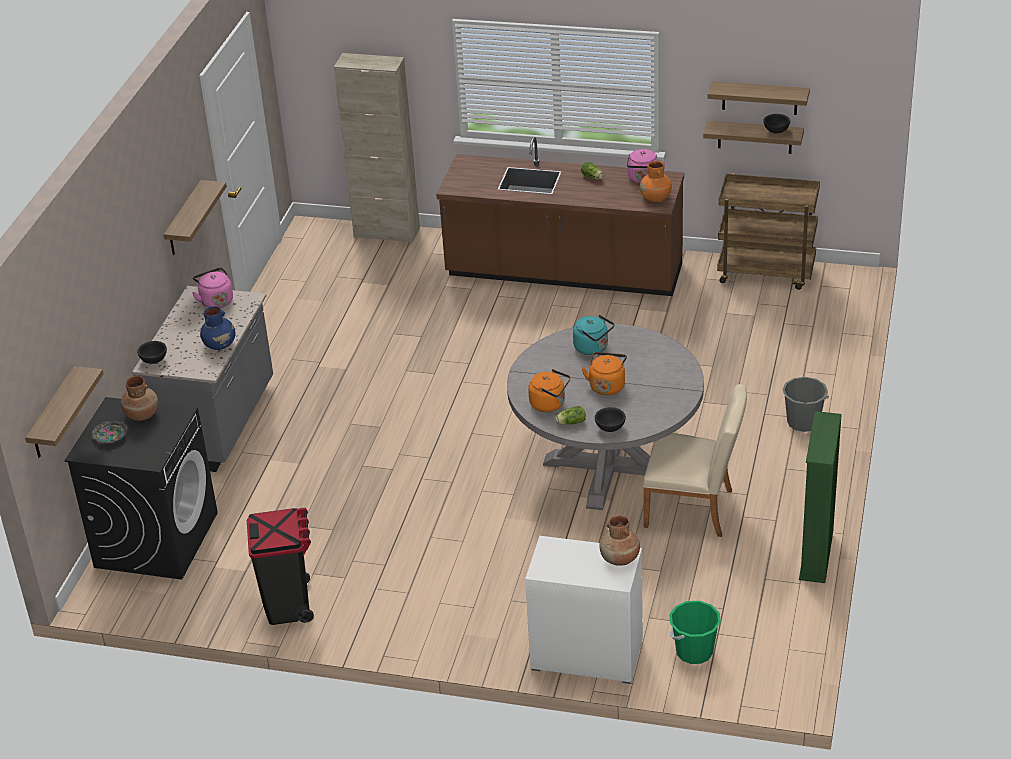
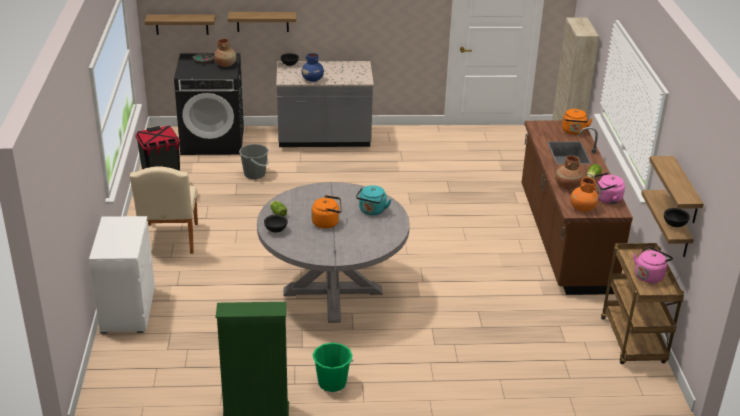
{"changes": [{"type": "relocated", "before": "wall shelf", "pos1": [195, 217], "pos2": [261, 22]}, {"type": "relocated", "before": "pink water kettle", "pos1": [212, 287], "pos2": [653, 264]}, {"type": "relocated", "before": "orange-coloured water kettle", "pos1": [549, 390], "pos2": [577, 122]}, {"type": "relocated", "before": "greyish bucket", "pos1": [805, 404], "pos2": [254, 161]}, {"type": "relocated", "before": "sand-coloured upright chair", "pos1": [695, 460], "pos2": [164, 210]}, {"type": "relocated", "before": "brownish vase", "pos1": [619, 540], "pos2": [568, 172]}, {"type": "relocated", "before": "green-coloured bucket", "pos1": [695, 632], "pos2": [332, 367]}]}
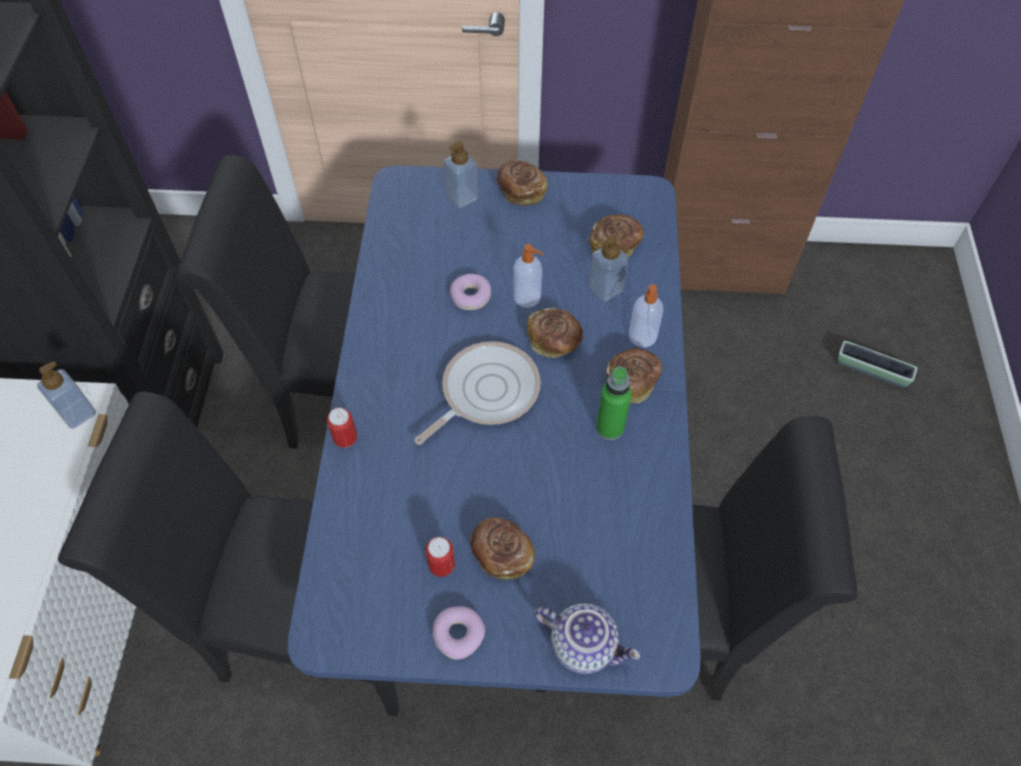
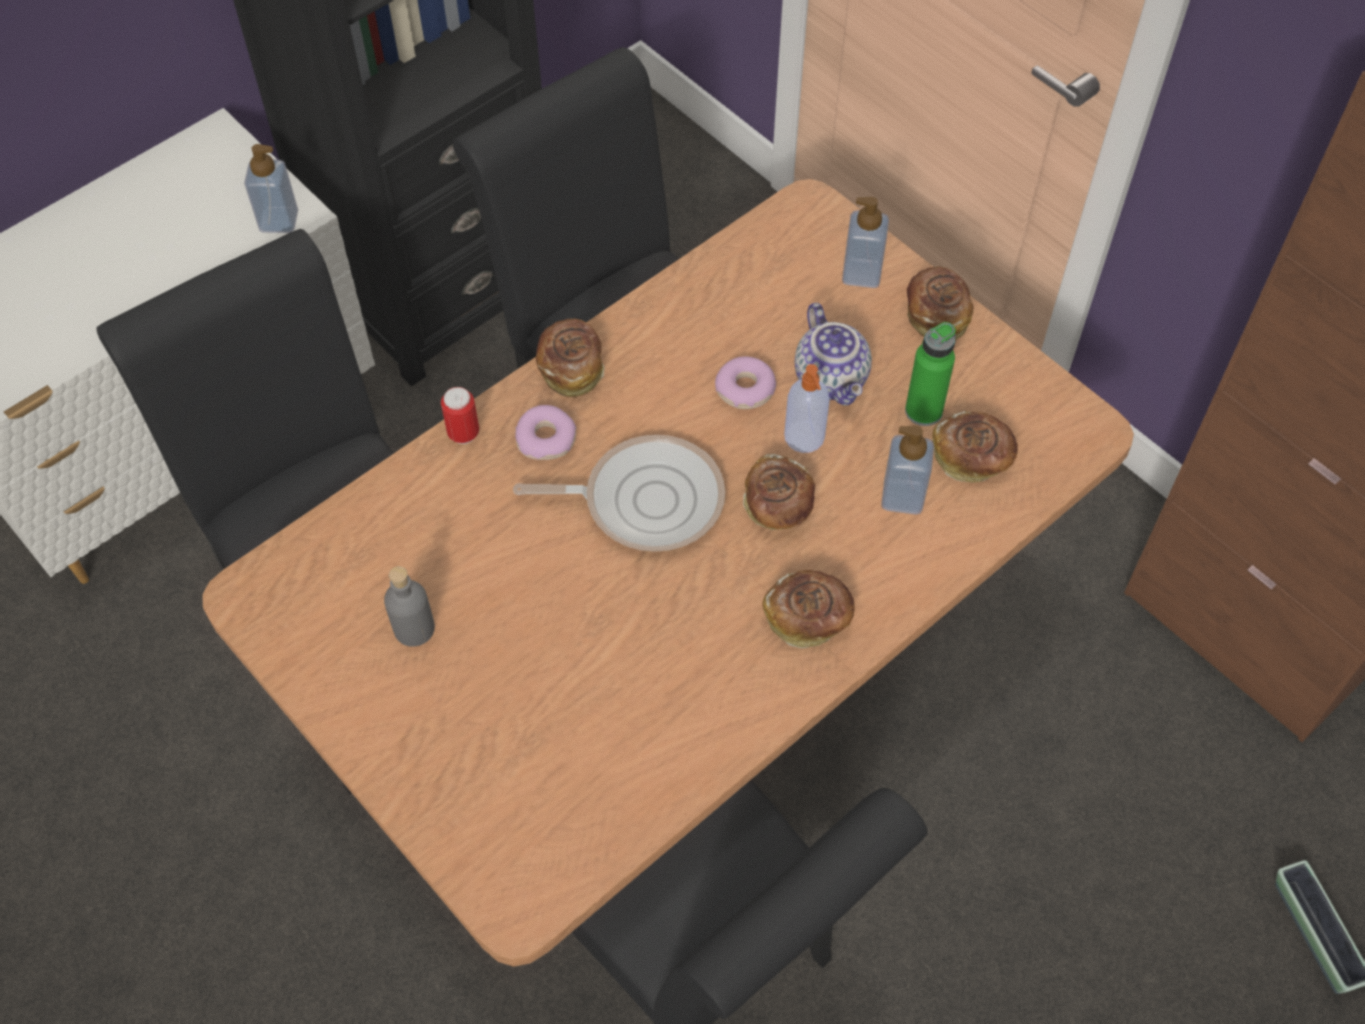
{"changes": [{"type": "colour", "before": "blue dinner table", "after": "brownish dinner table", "pos1": [494, 431], "pos2": [668, 573]}, {"type": "missing", "before": "soap bottle", "pos1": [646, 315]}, {"type": "relocated", "before": "green-coloured drink bottle", "pos1": [614, 403], "pos2": [930, 374]}, {"type": "relocated", "before": "baked bread", "pos1": [502, 548], "pos2": [570, 357]}, {"type": "exchanged", "before": "metal can", "after": "greyish drink bottle", "pos1": [440, 557], "pos2": [409, 606]}, {"type": "relocated", "before": "pot for tea", "pos1": [587, 638], "pos2": [833, 354]}, {"type": "relocated", "before": "doughnut", "pos1": [459, 633], "pos2": [546, 432]}]}
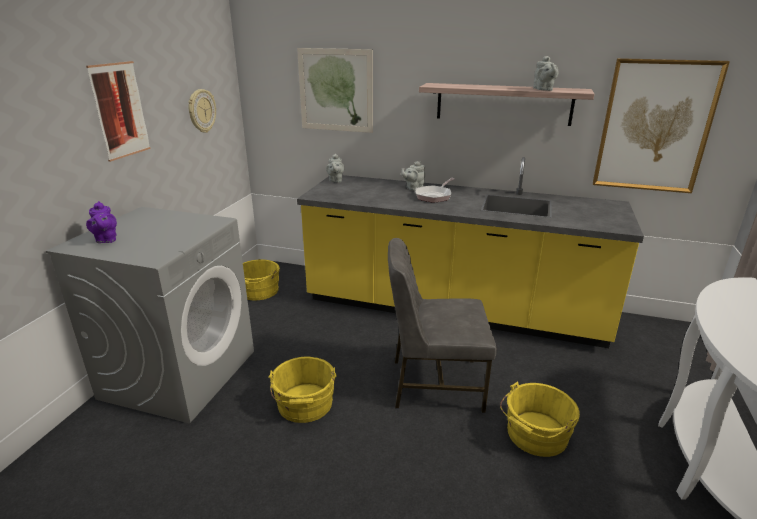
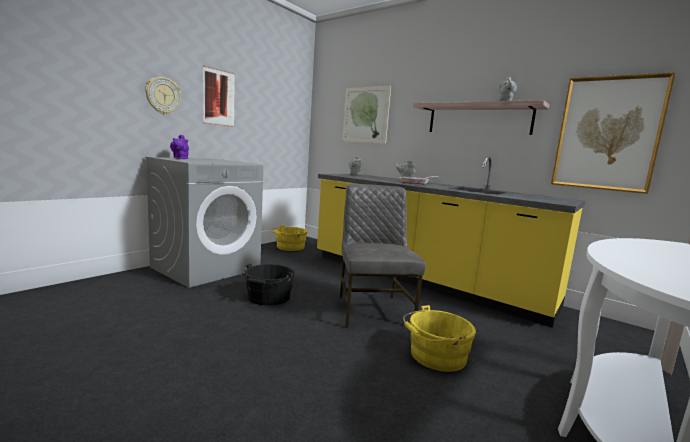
{"changes": [{"type": "relocated", "before": "wall clock", "pos1": [202, 111], "pos2": [163, 95]}, {"type": "spun", "before": "greyish upright chair", "pos1": [442, 325], "pos2": [382, 255], "turn": 60}, {"type": "colour", "before": "yellow-coloured bucket", "after": "blackish bucket", "pos1": [302, 390], "pos2": [267, 284]}]}
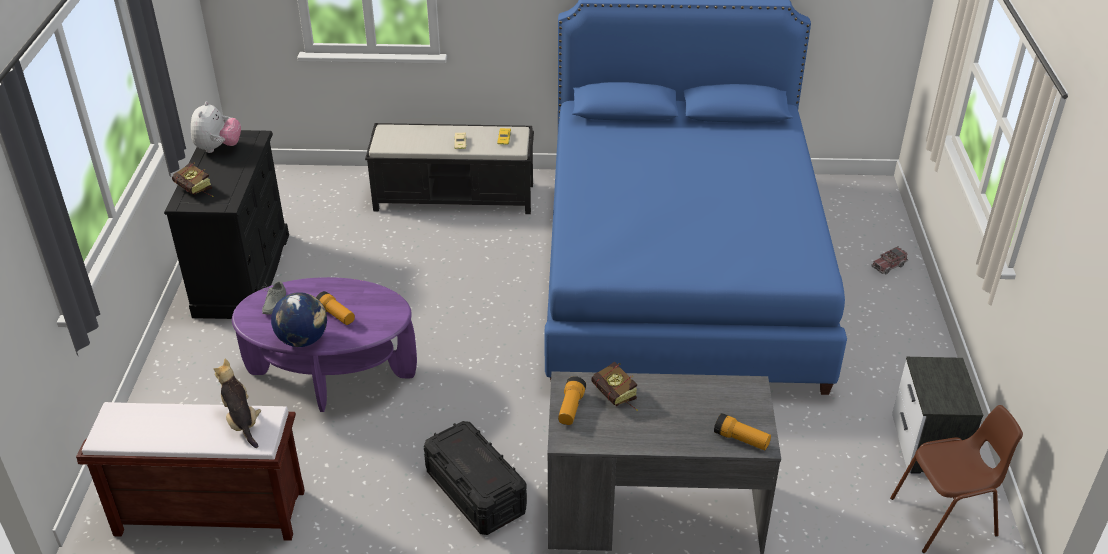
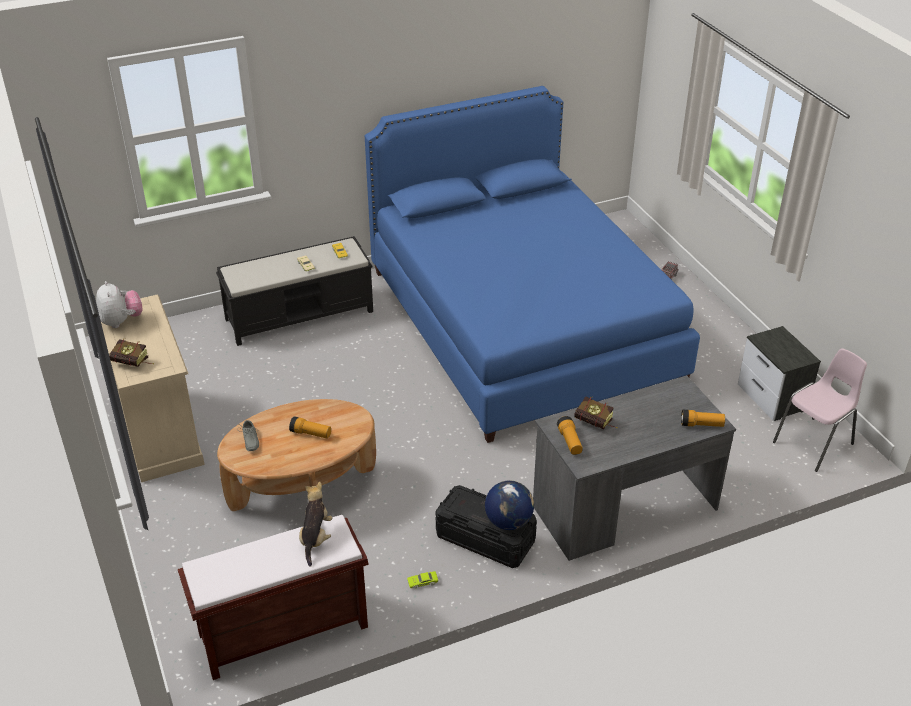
{"changes": [{"type": "colour", "before": "blackish drawer chest", "after": "sand-coloured drawer chest", "pos1": [226, 224], "pos2": [153, 388]}, {"type": "colour", "before": "purplish lounge table", "after": "brownish lounge table", "pos1": [324, 344], "pos2": [296, 455]}, {"type": "relocated", "before": "desk globe", "pos1": [299, 319], "pos2": [509, 505]}, {"type": "spun", "before": "plush toy", "pos1": [237, 403], "pos2": [315, 524], "turn": 60}, {"type": "colour", "before": "brownish upright chair", "after": "pink upright chair", "pos1": [956, 479], "pos2": [820, 410]}, {"type": "appeared", "after": "green-coloured miniature car", "pos2": [423, 580]}]}
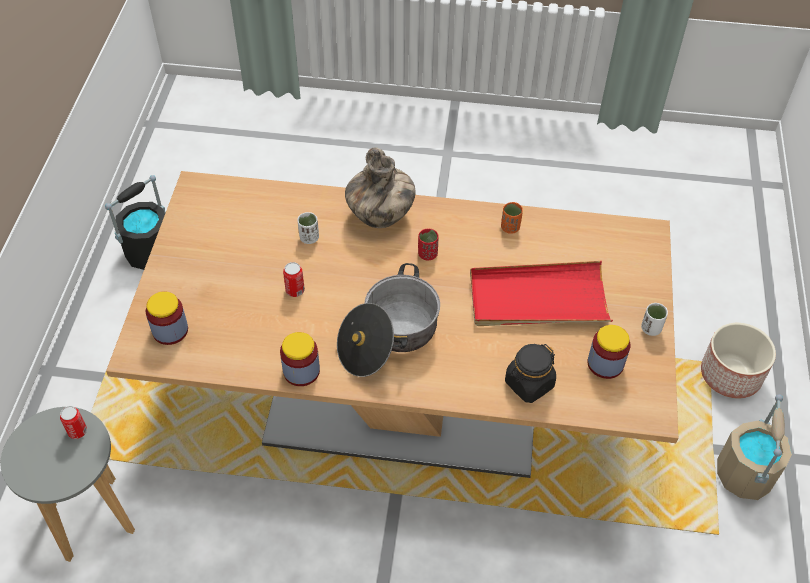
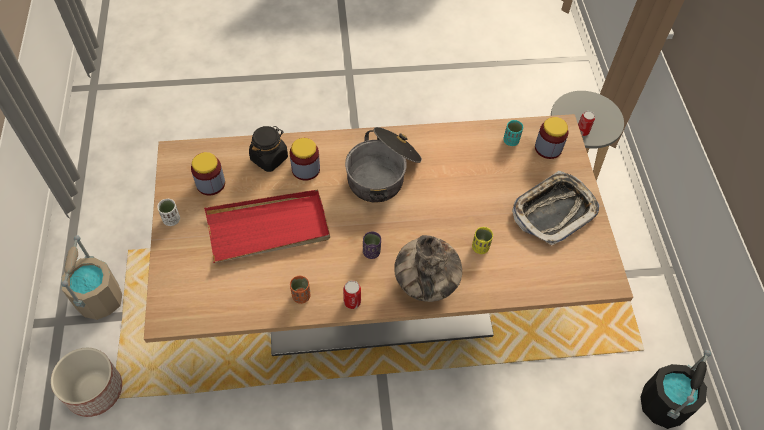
{"changes": [{"type": "colour", "before": "white-coloured drinking cup", "after": "yellow-coloured drinking cup", "pos1": [308, 228], "pos2": [482, 240]}, {"type": "colour", "before": "red-coloured drinking cup", "after": "purplish drinking cup", "pos1": [428, 245], "pos2": [372, 245]}, {"type": "relocated", "before": "metal can", "pos1": [294, 279], "pos2": [352, 294]}, {"type": "relocated", "before": "preserve jar", "pos1": [300, 359], "pos2": [305, 159]}, {"type": "appeared", "after": "turquoise-coloured drinking cup", "pos2": [513, 133]}, {"type": "appeared", "after": "carrying tray", "pos2": [556, 208]}]}
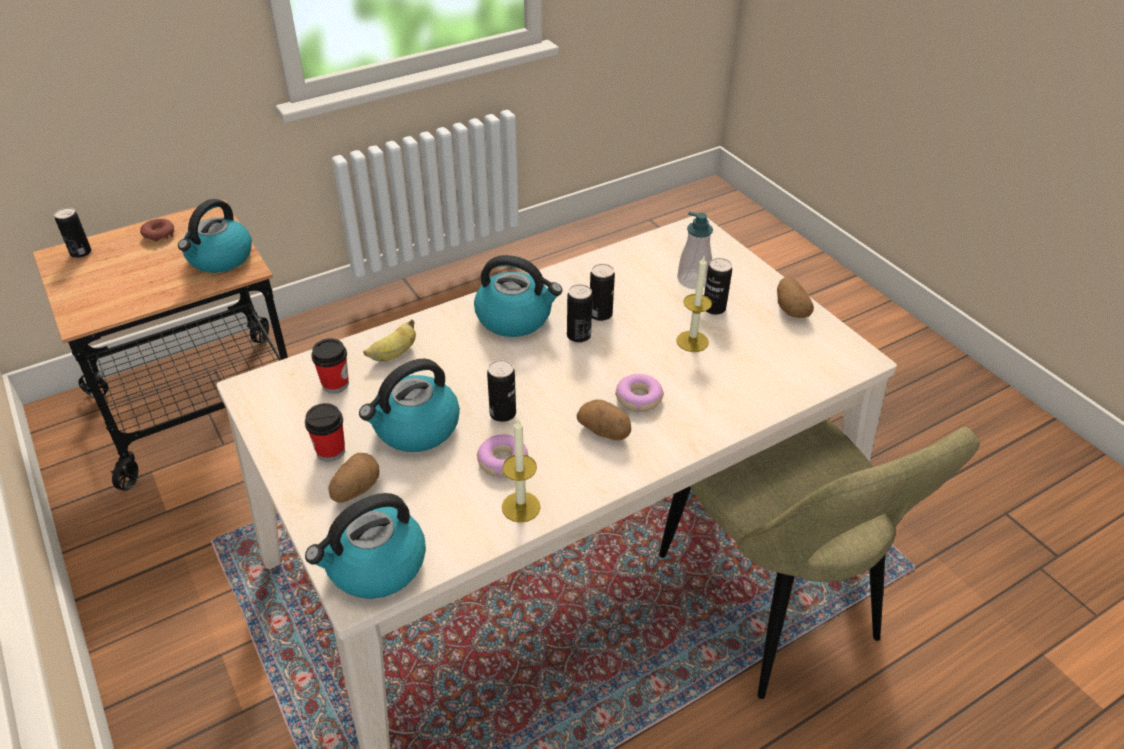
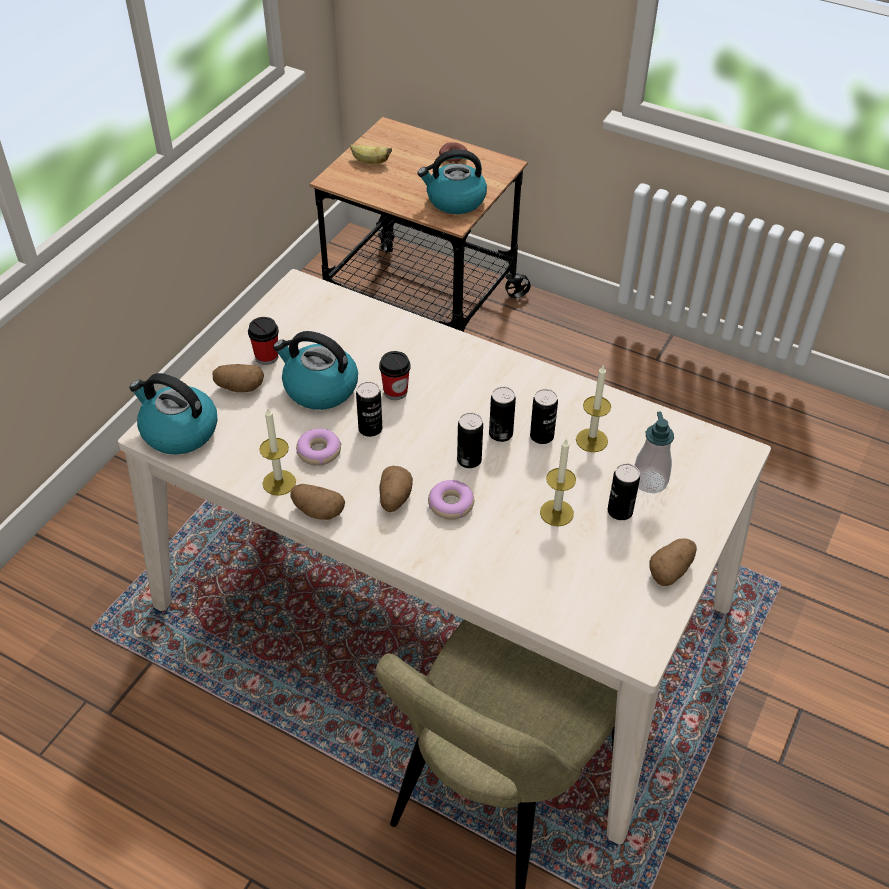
{"changes": [{"type": "relocated", "before": "metal can", "pos1": [72, 232], "pos2": [470, 440]}, {"type": "missing", "before": "water kettle", "pos1": [518, 296]}, {"type": "relocated", "before": "whole banana", "pos1": [389, 340], "pos2": [371, 154]}, {"type": "relocated", "before": "drinking cup", "pos1": [330, 365], "pos2": [395, 375]}, {"type": "appeared", "after": "wax light", "pos2": [593, 408]}, {"type": "appeared", "after": "potato", "pos2": [318, 502]}]}
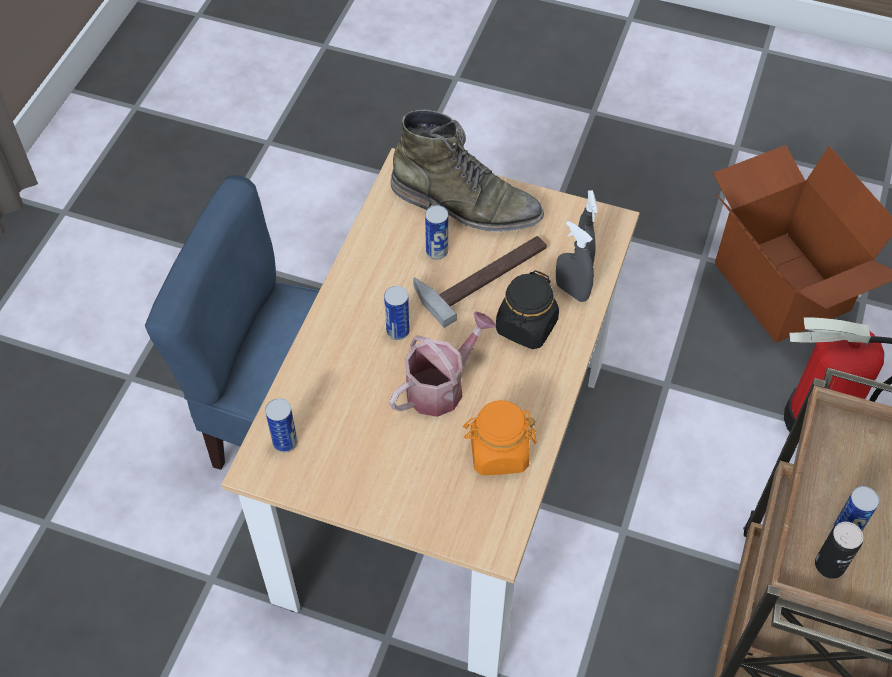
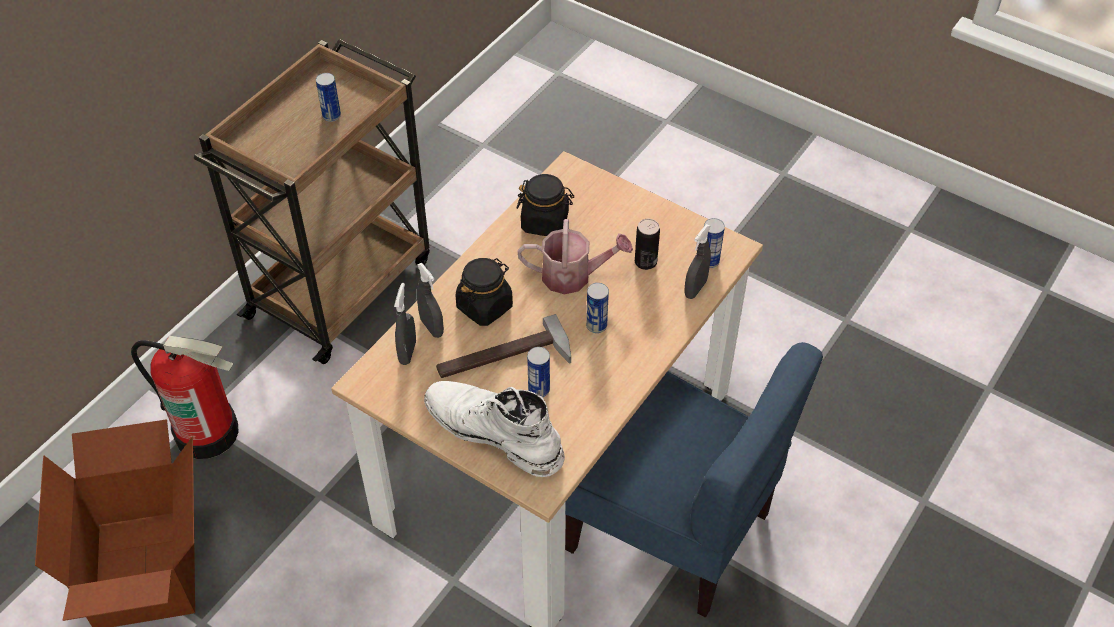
{"changes": [{"type": "colour", "before": "green-coloured tall boot", "after": "white-coloured tall boot", "pos1": [467, 171], "pos2": [494, 429]}, {"type": "spun", "before": "sprinkling can", "pos1": [442, 364], "pos2": [575, 256], "turn": -150}, {"type": "colour", "before": "orange-coloured preserve jar", "after": "blackish preserve jar", "pos1": [499, 437], "pos2": [545, 205]}, {"type": "relocated", "before": "metal can", "pos1": [839, 550], "pos2": [647, 244]}, {"type": "appeared", "after": "greyish hand sprayer", "pos2": [697, 261]}]}
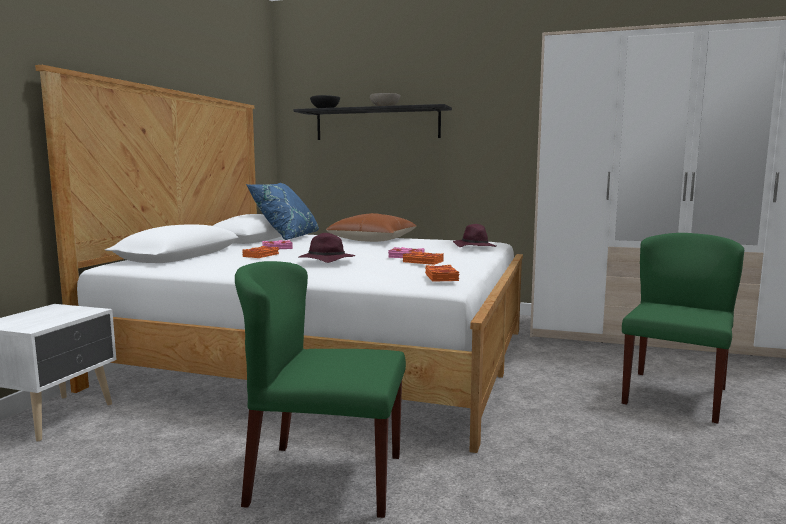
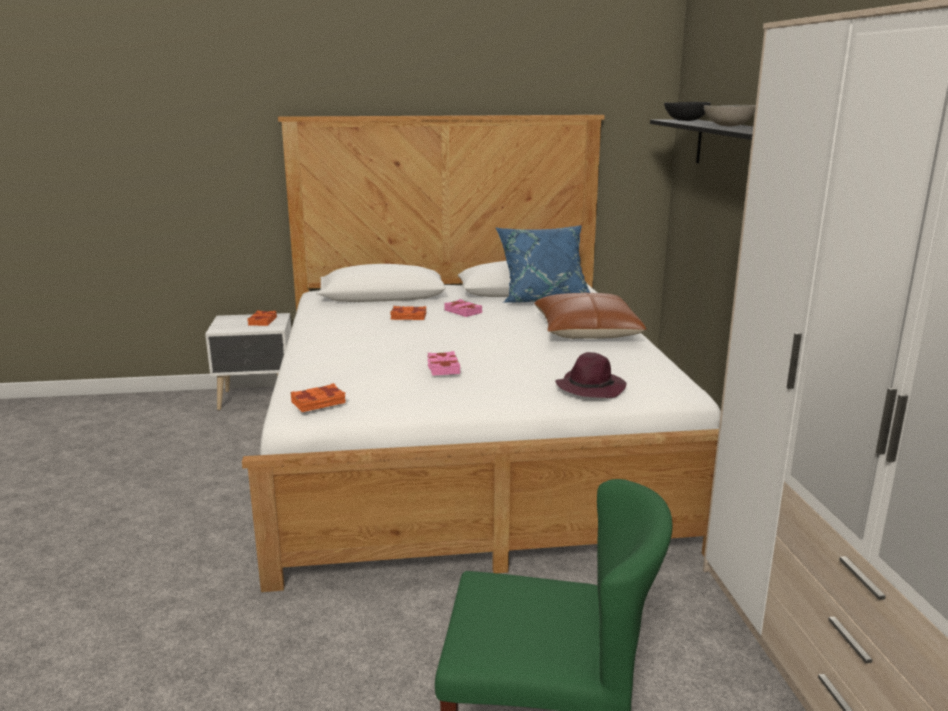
{"changes": [{"type": "missing", "before": "purplish wearable hat", "pos1": [327, 248]}, {"type": "relocated", "before": "orange-coloured volume", "pos1": [423, 258], "pos2": [262, 318]}, {"type": "missing", "before": "green-coloured upright chair", "pos1": [320, 389]}]}
